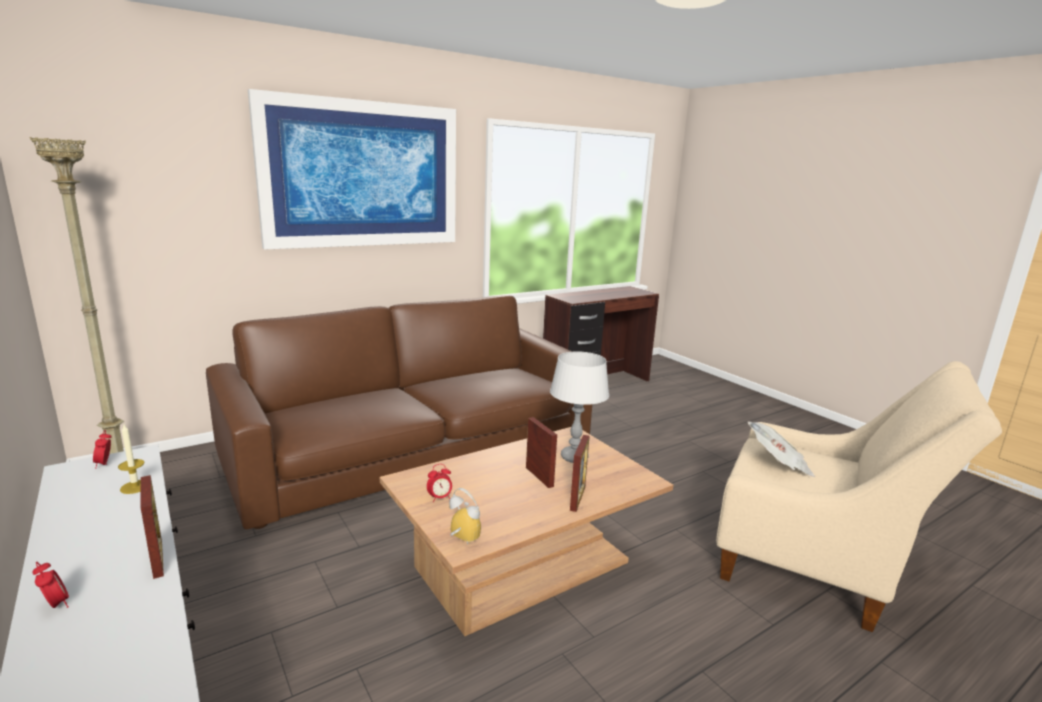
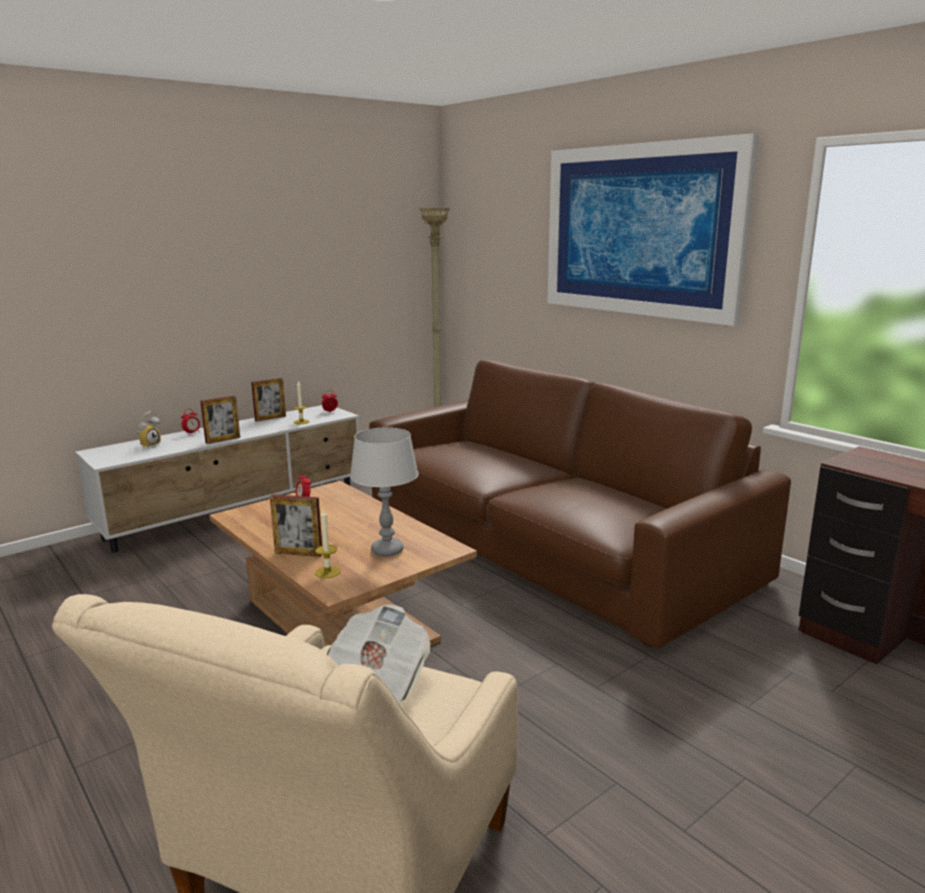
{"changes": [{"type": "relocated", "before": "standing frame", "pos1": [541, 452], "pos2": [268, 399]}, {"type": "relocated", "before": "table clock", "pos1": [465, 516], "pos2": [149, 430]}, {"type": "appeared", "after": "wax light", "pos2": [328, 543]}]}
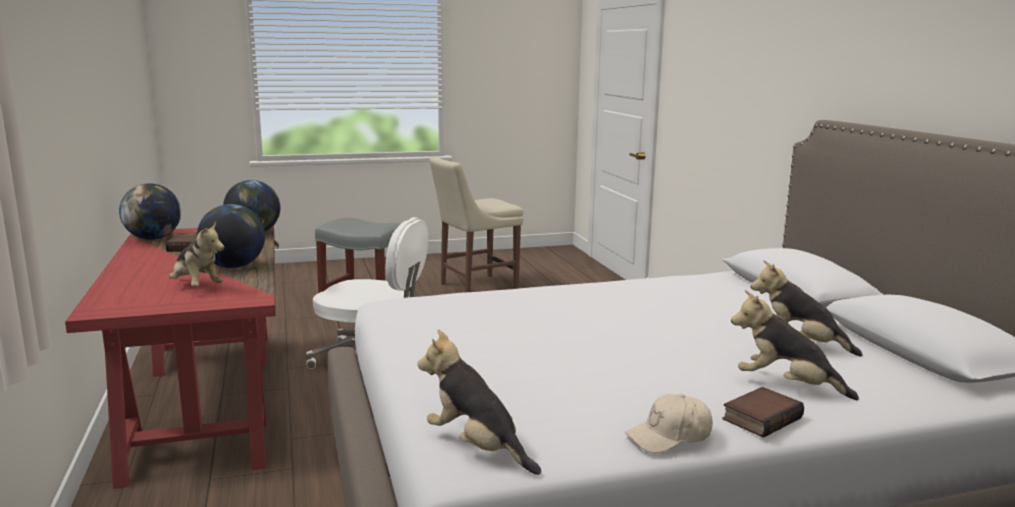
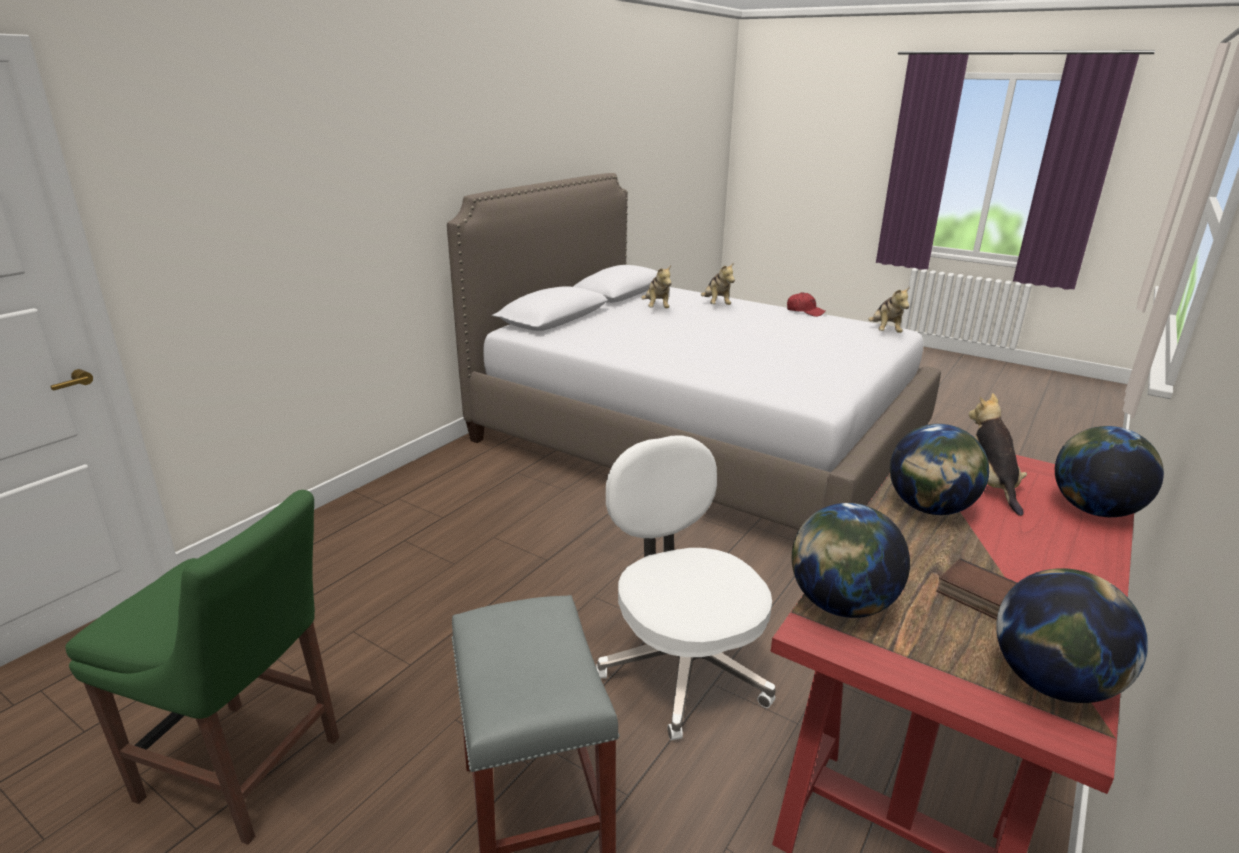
{"changes": [{"type": "colour", "before": "sand-coloured upright chair", "after": "green-coloured upright chair", "pos1": [476, 224], "pos2": [202, 667]}, {"type": "missing", "before": "volume", "pos1": [763, 412]}, {"type": "colour", "before": "sand-coloured baseball cap", "after": "red-coloured baseball cap", "pos1": [669, 423], "pos2": [806, 304]}, {"type": "appeared", "after": "desk globe", "pos2": [1109, 471]}]}
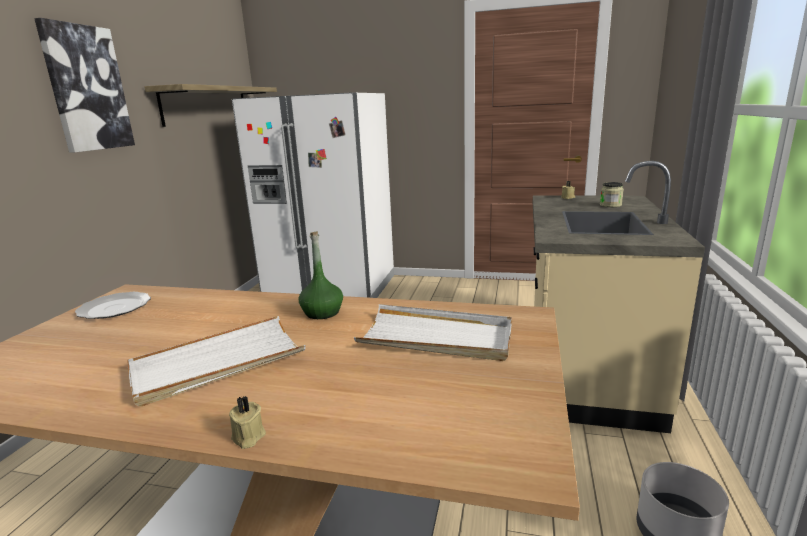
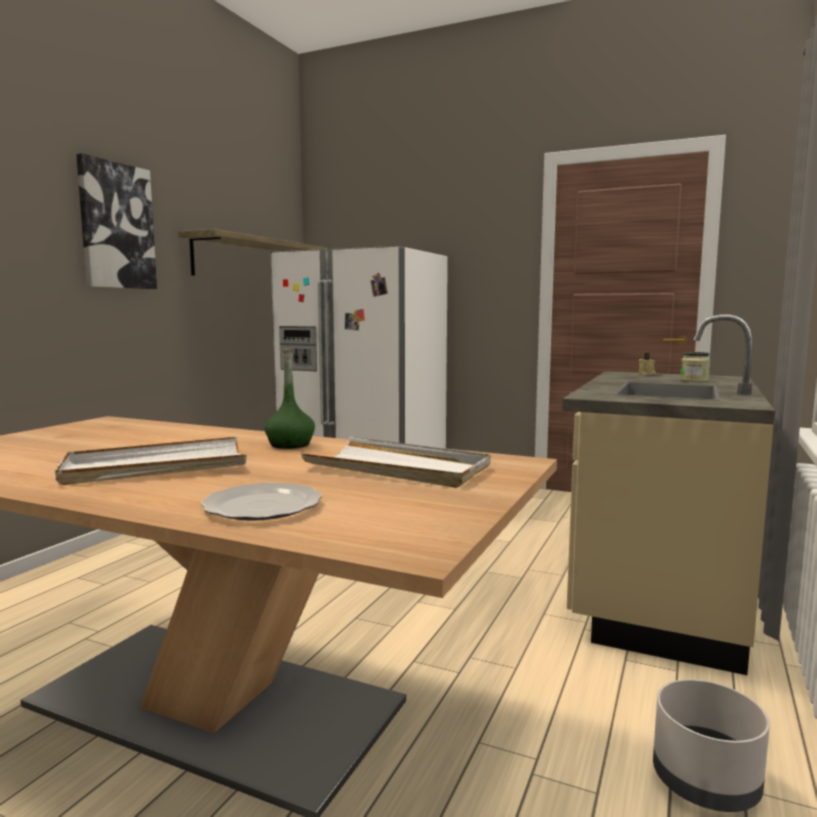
{"changes": [{"type": "relocated", "before": "plate", "pos1": [113, 305], "pos2": [261, 502]}, {"type": "missing", "before": "sand-coloured wax light", "pos1": [247, 422]}]}
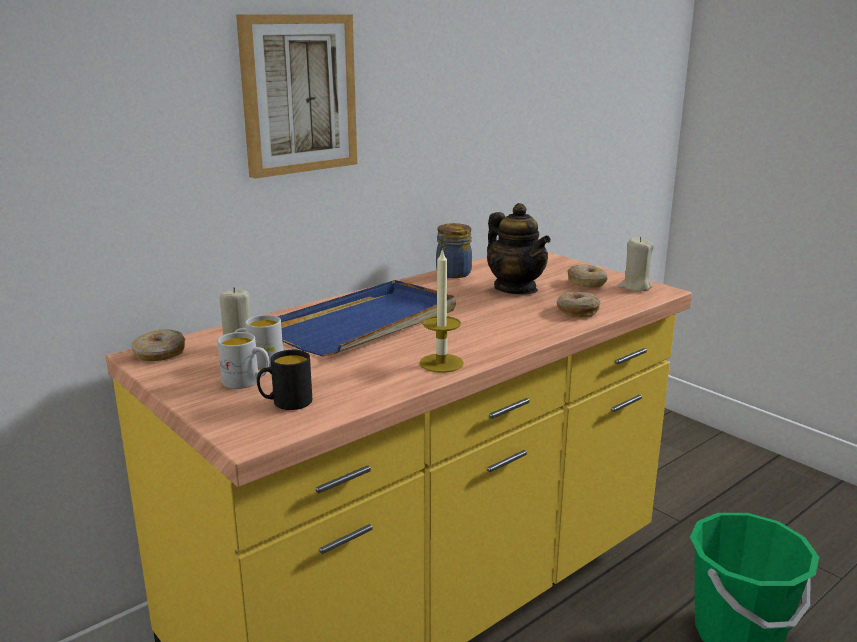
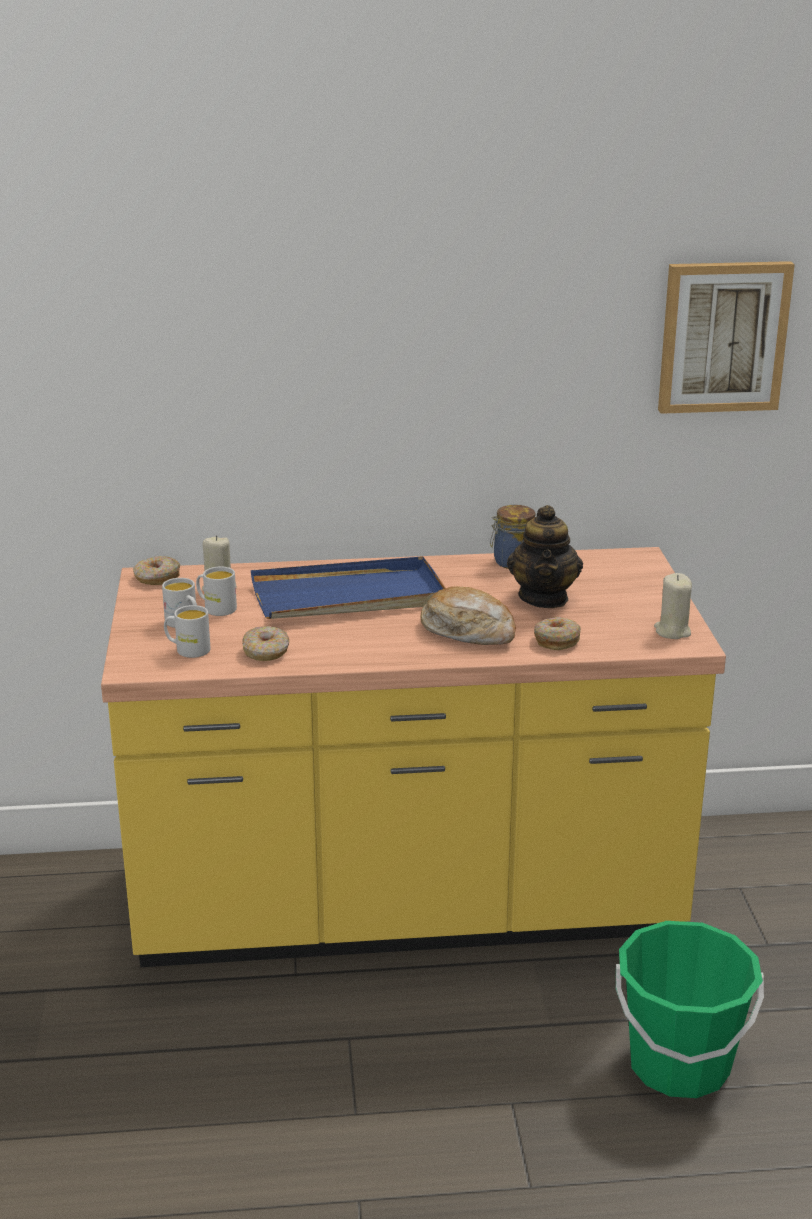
{"changes": [{"type": "relocated", "before": "wall art", "pos1": [296, 96], "pos2": [726, 337]}, {"type": "missing", "before": "wax light", "pos1": [441, 310]}, {"type": "relocated", "before": "doughnut", "pos1": [587, 276], "pos2": [265, 643]}, {"type": "colour", "before": "blackish tea mug", "after": "white-coloured tea mug", "pos1": [284, 380], "pos2": [187, 631]}, {"type": "appeared", "after": "baked bread", "pos2": [468, 615]}]}
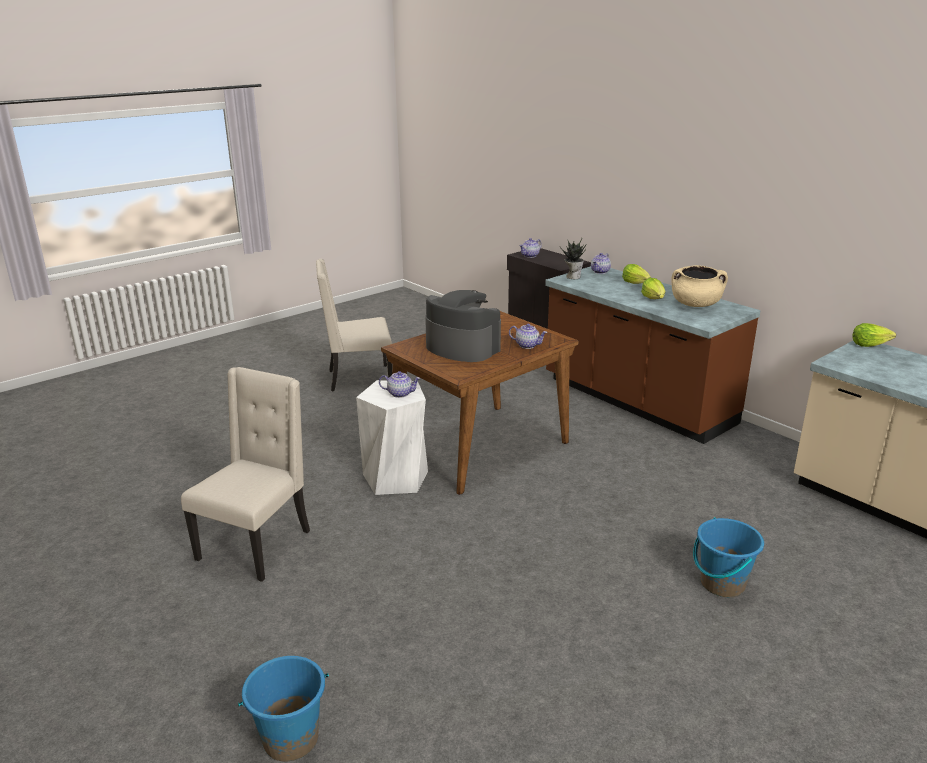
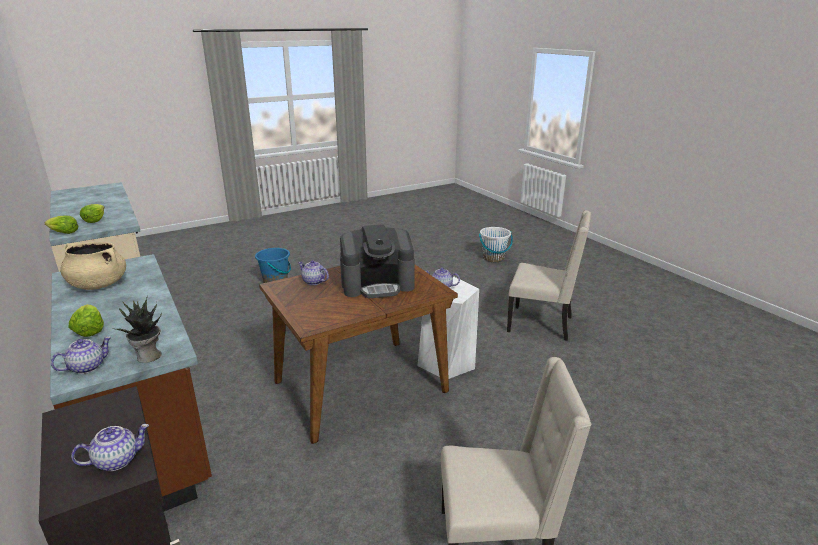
{"changes": [{"type": "relocated", "before": "lettuce", "pos1": [653, 288], "pos2": [92, 213]}, {"type": "spun", "before": "coffee machine", "pos1": [463, 326], "pos2": [377, 261], "turn": -60}, {"type": "spun", "before": "sand-coloured upright chair", "pos1": [245, 474], "pos2": [549, 275], "turn": -105}, {"type": "colour", "before": "blue bucket", "after": "white-coloured bucket", "pos1": [283, 709], "pos2": [496, 244]}]}
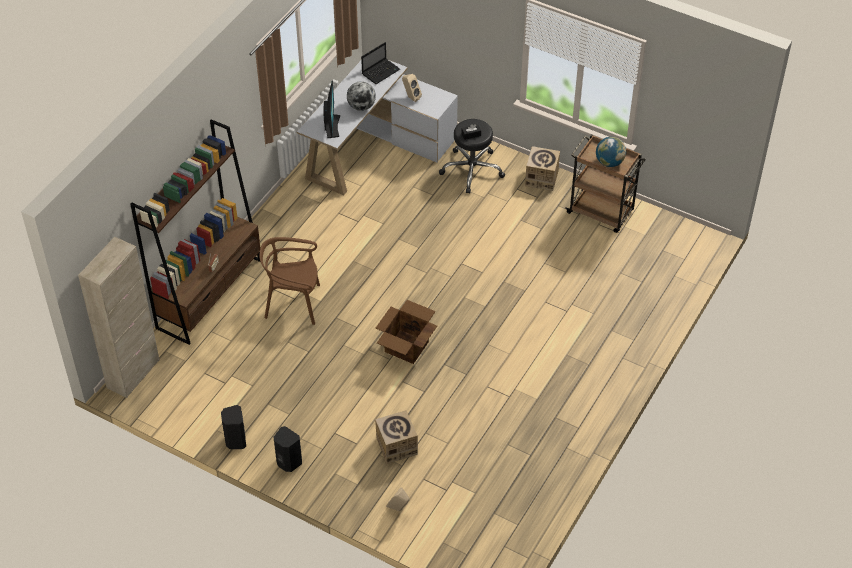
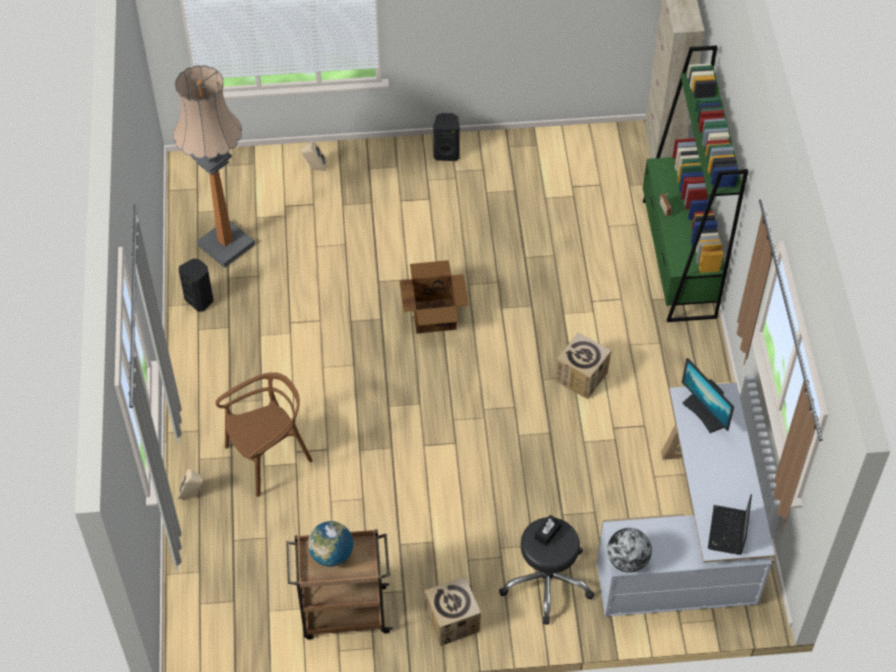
{"changes": [{"type": "relocated", "before": "sand-coloured speaker", "pos1": [412, 88], "pos2": [191, 484]}, {"type": "relocated", "before": "desk globe", "pos1": [361, 96], "pos2": [629, 550]}, {"type": "colour", "before": "brownish shelving unit", "after": "green-coloured shelving unit", "pos1": [195, 232], "pos2": [695, 184]}, {"type": "relocated", "before": "brownish upright chair", "pos1": [289, 281], "pos2": [264, 434]}, {"type": "relocated", "before": "blackish speaker", "pos1": [233, 427], "pos2": [196, 285]}, {"type": "relocated", "before": "carton", "pos1": [396, 437], "pos2": [583, 365]}, {"type": "appeared", "after": "standing lamp", "pos2": [214, 166]}]}
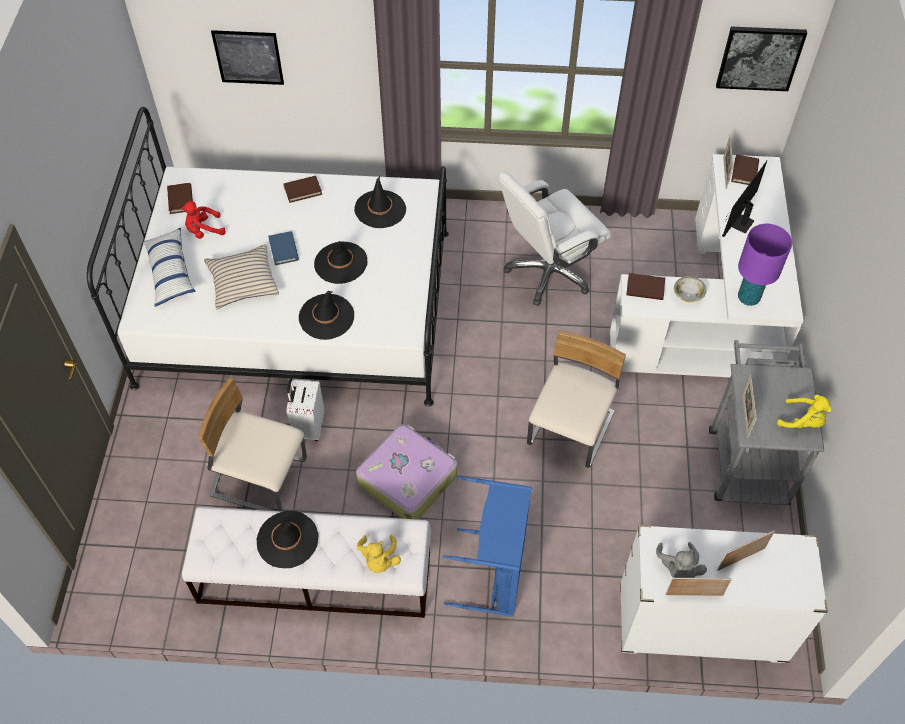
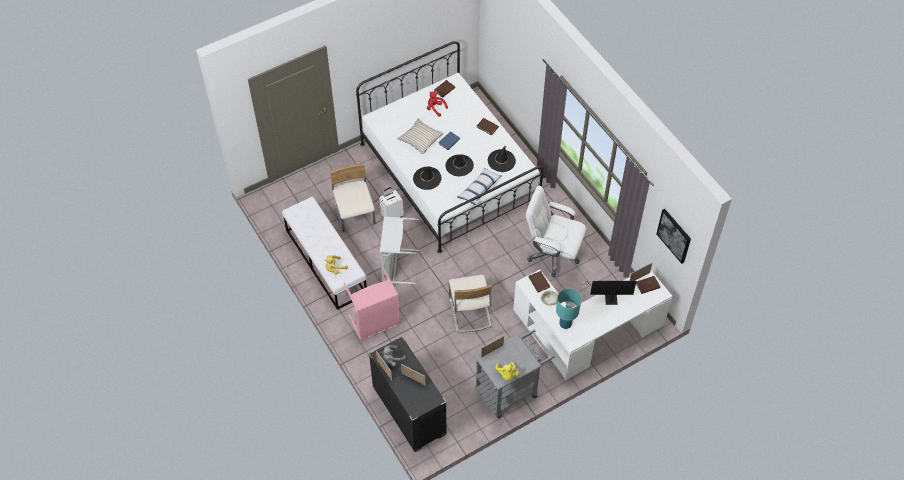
{"changes": [{"type": "missing", "before": "wall art", "pos1": [247, 57]}, {"type": "colour", "before": "purplish lamp for a table", "after": "turquoise-coloured lamp for a table", "pos1": [765, 265], "pos2": [568, 308]}, {"type": "relocated", "before": "cushion", "pos1": [169, 267], "pos2": [479, 186]}, {"type": "spun", "before": "sand-coloured upright chair", "pos1": [576, 399], "pos2": [470, 303], "turn": 90}, {"type": "exchanged", "before": "piece of luggage", "after": "greyish laundry basket", "pos1": [406, 472], "pos2": [400, 250]}, {"type": "colour", "before": "blue laundry basket", "after": "pink laundry basket", "pos1": [487, 546], "pos2": [371, 303]}, {"type": "missing", "before": "blackish wearable hat", "pos1": [287, 539]}, {"type": "colour", "before": "white-coloured drawer chest", "after": "blackish drawer chest", "pos1": [724, 594], "pos2": [408, 394]}]}
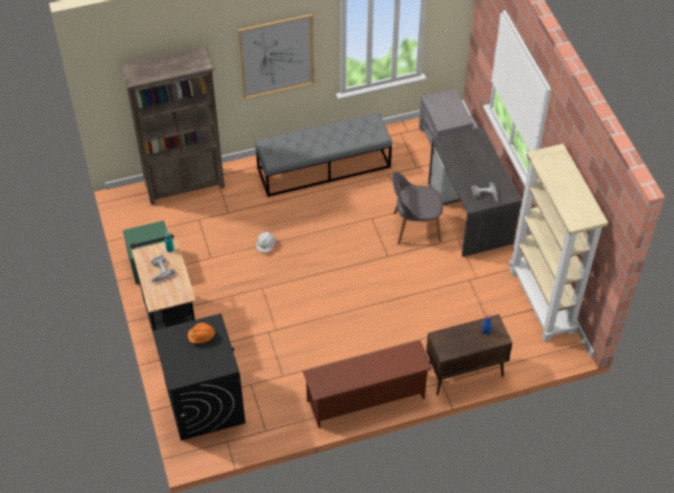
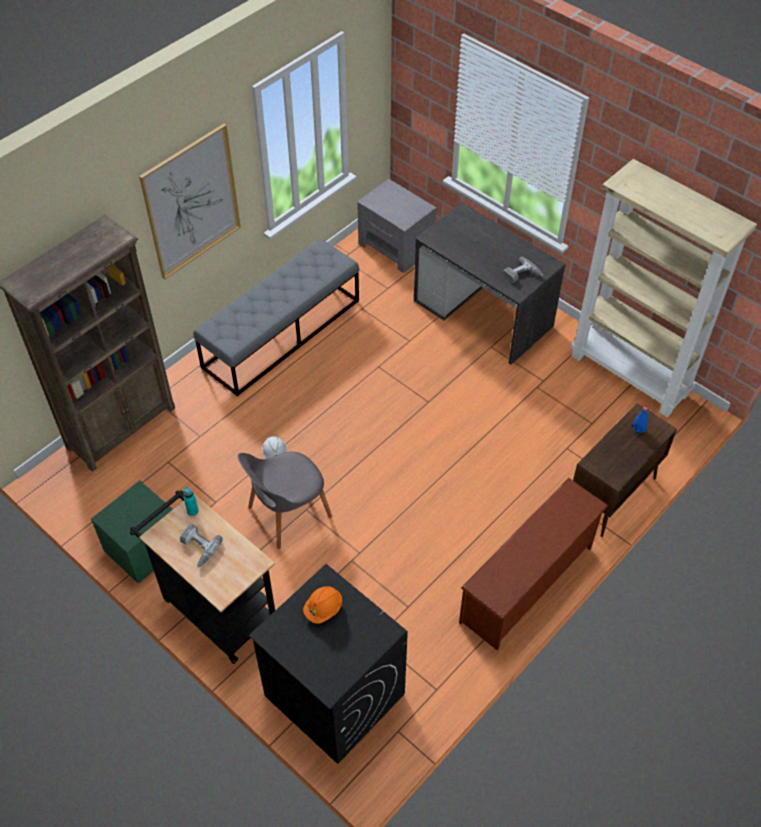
{"changes": [{"type": "relocated", "before": "greyish upright chair", "pos1": [417, 208], "pos2": [285, 500]}]}
